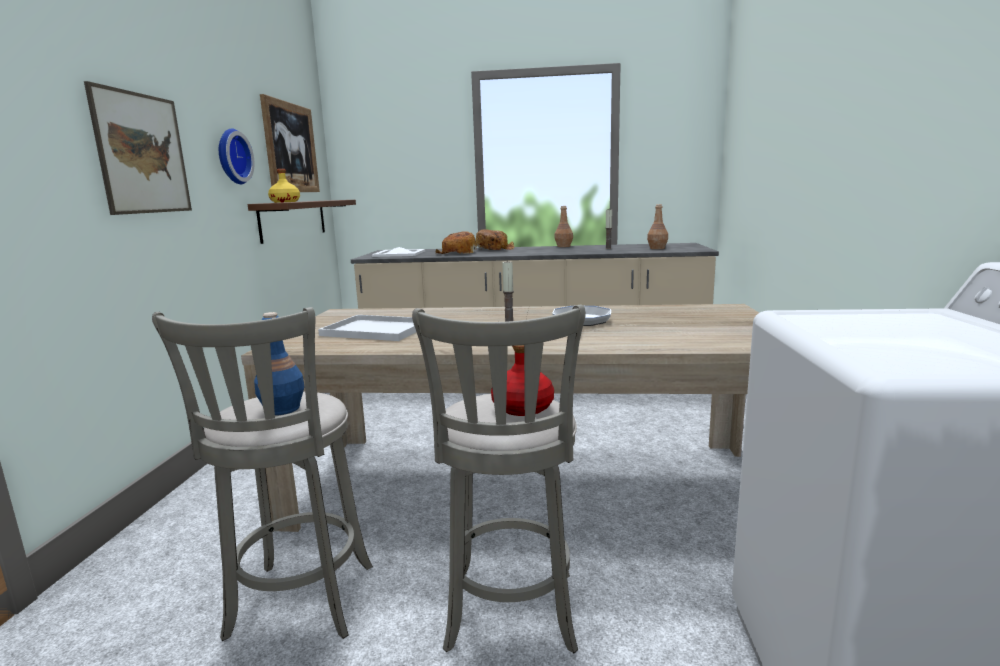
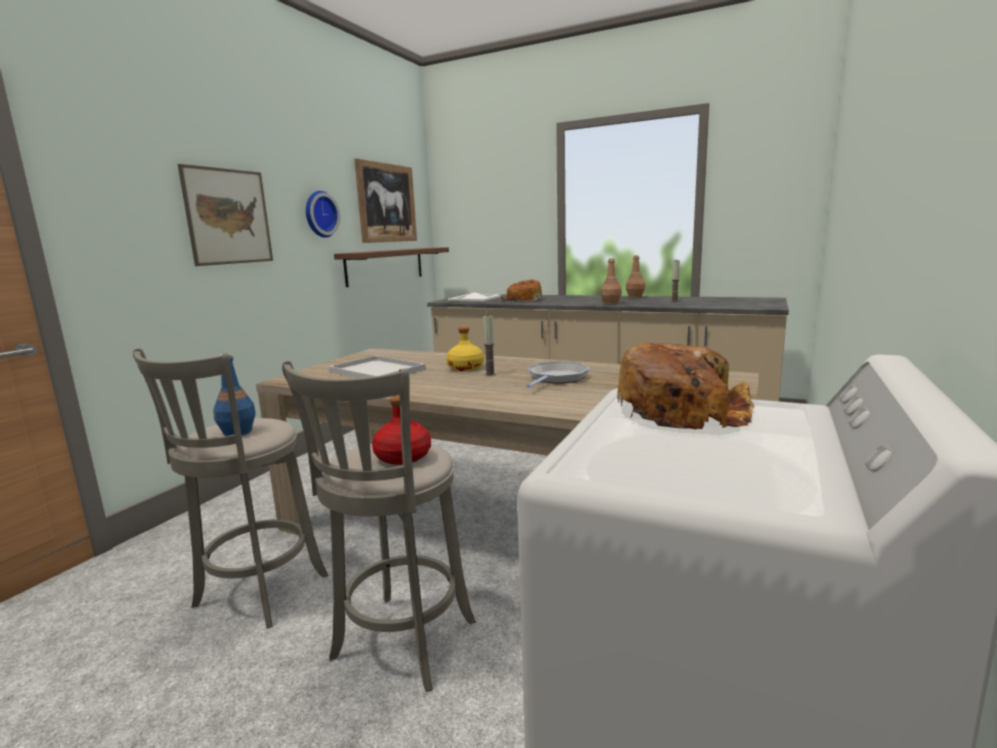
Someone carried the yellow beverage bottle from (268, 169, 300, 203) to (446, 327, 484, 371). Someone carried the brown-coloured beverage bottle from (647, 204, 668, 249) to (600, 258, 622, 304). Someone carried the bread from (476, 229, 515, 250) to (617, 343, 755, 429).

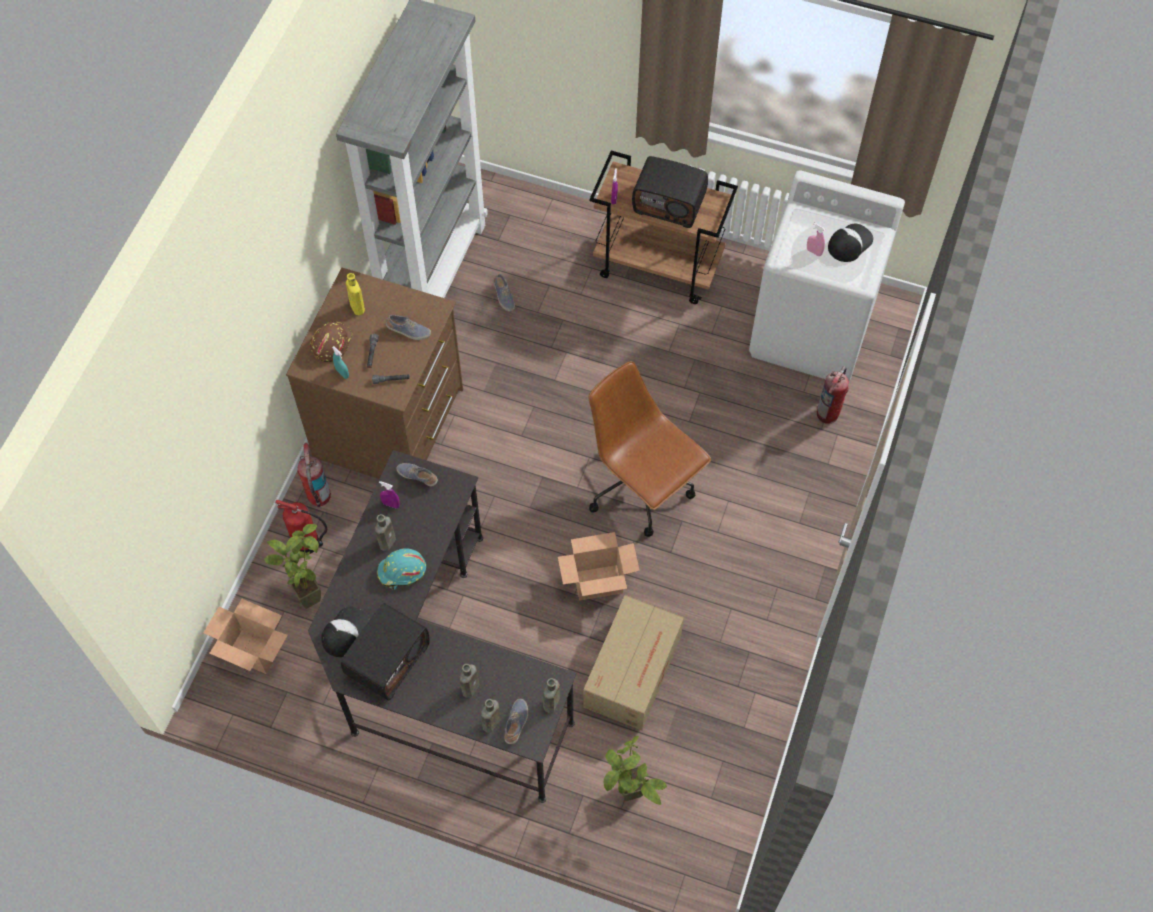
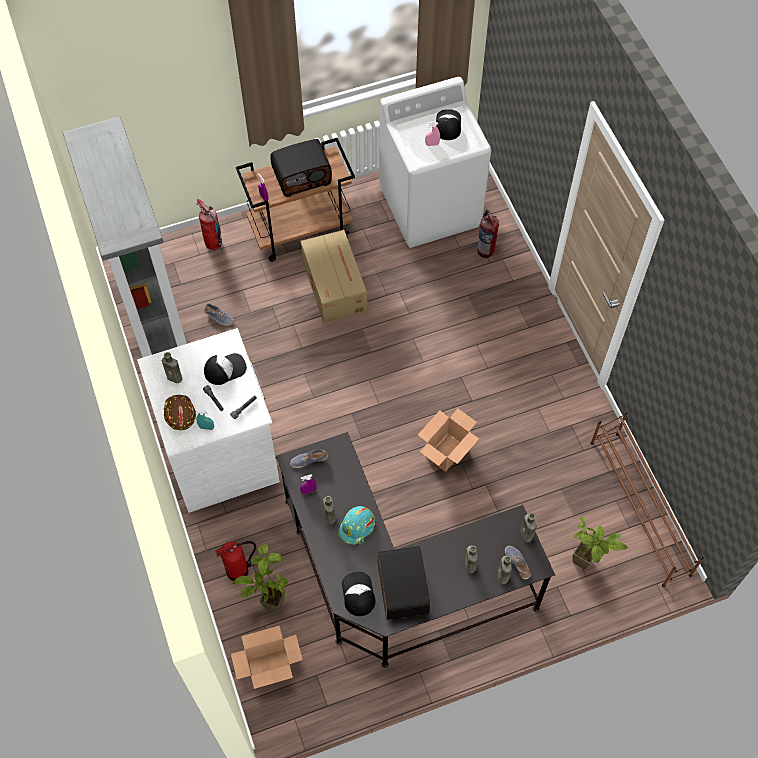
Someone repainted the brown-coloured dresser at (286, 268, 463, 479), which became the white dresser at (137, 328, 280, 513). Someone repainted the yellow beverage bottle at (346, 273, 365, 315), which became the brown-coloured beverage bottle at (162, 352, 182, 383). Someone swapped the shoe at (386, 314, 431, 340) for the peaked cap at (204, 353, 247, 385). Someone took away the brown-coloured computer chair at (589, 361, 711, 537). Someone carried the extinguisher from (297, 443, 331, 507) to (196, 199, 222, 250). Someone carried the packing box from (583, 595, 684, 731) to (301, 230, 367, 323). Someone put down the brown-coloured shoe rack at (591, 412, 704, 587).

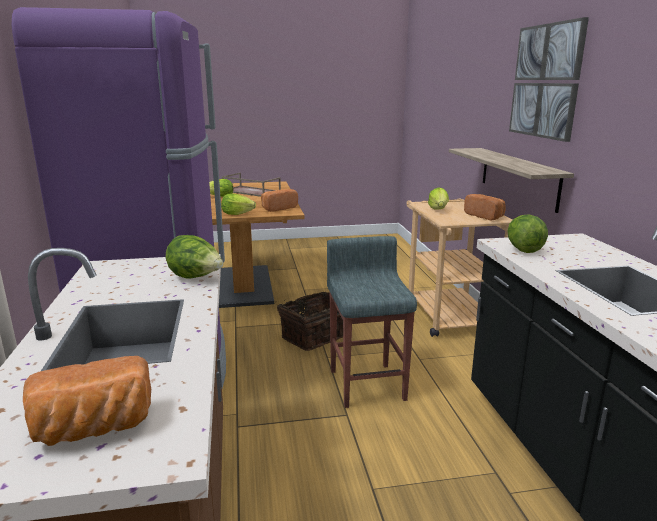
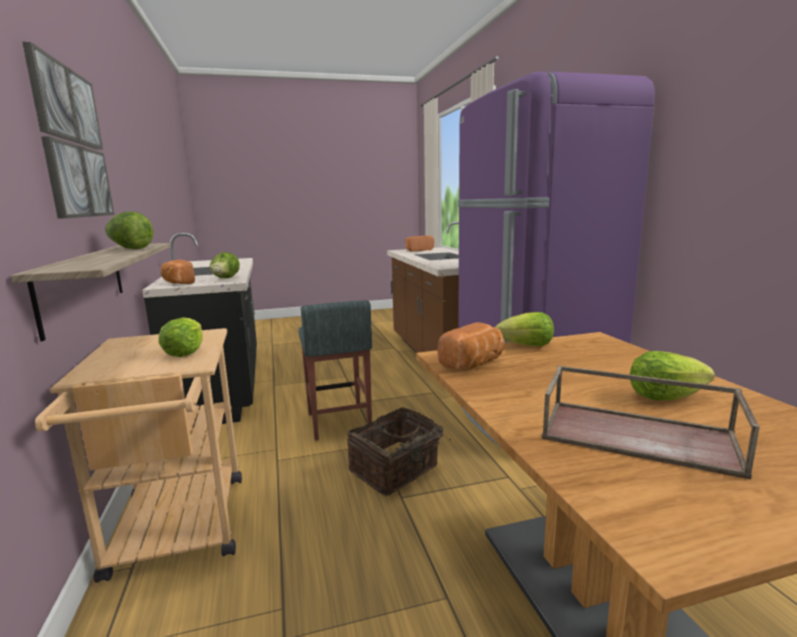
Someone carried the bread from (464, 194, 506, 221) to (161, 259, 195, 284). Someone carried the lettuce head from (166, 235, 223, 278) to (105, 211, 153, 249).

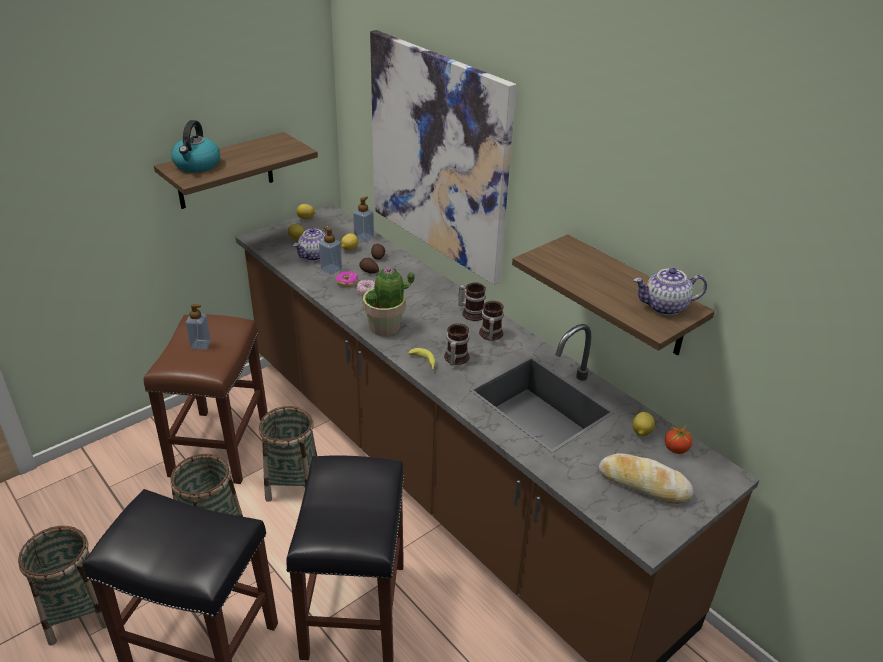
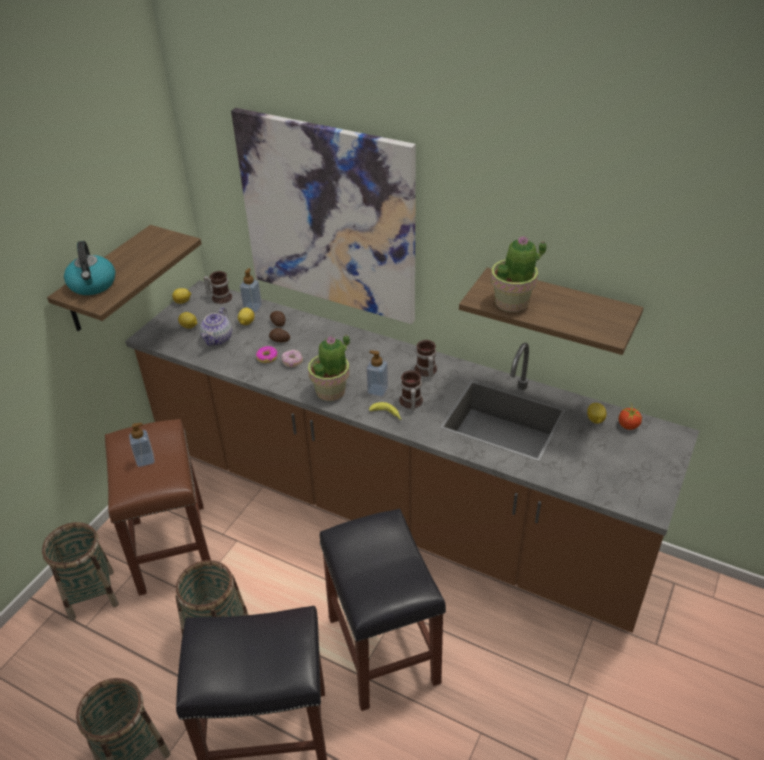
Someone carried the liquid soap bottle from (319, 227, 342, 275) to (366, 350, 388, 397). Someone took away the tea pot at (634, 268, 707, 316). Someone carried the coffee mug from (458, 282, 486, 321) to (203, 271, 232, 304). Someone carried the basket from (259, 406, 317, 502) to (42, 522, 119, 621). Someone took away the bread at (599, 453, 693, 504). Someone put down the potted plant at (491, 236, 546, 312).

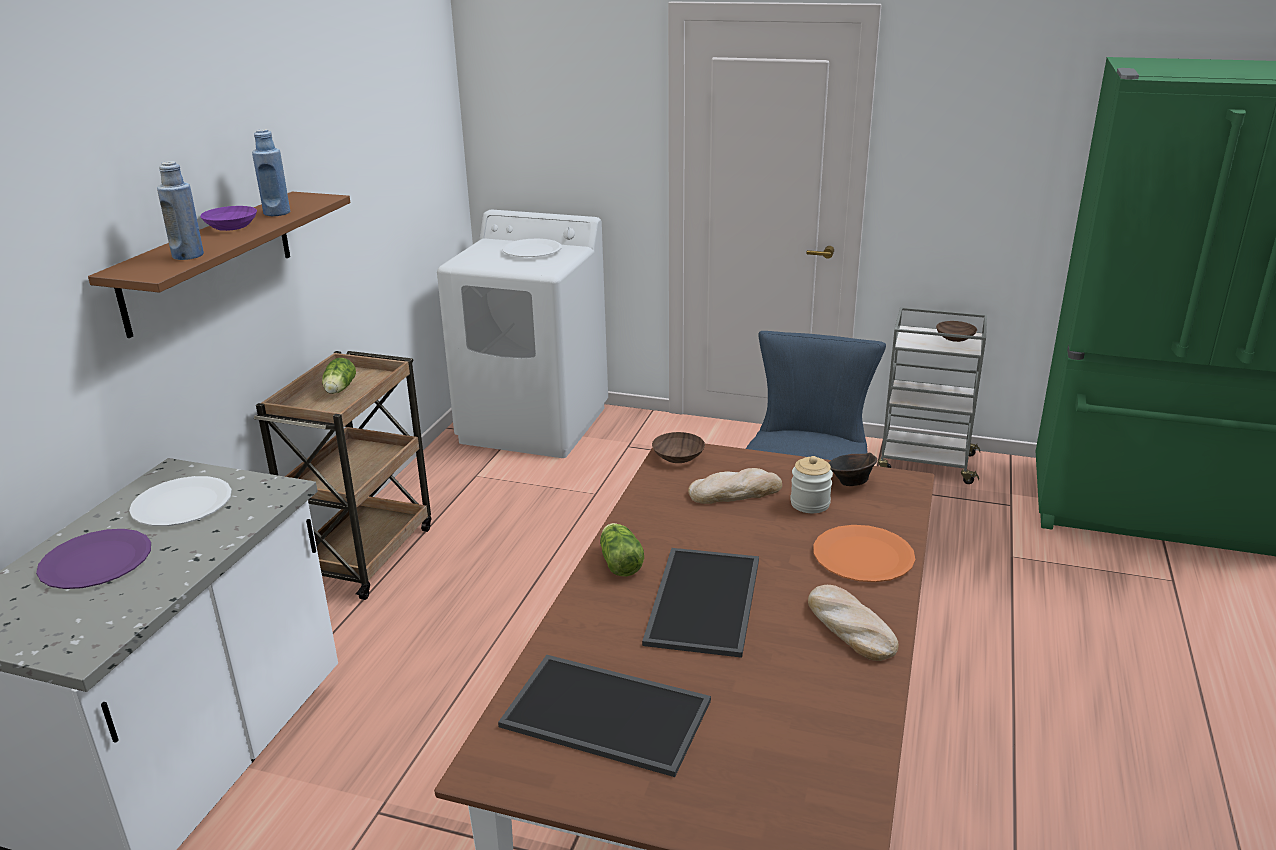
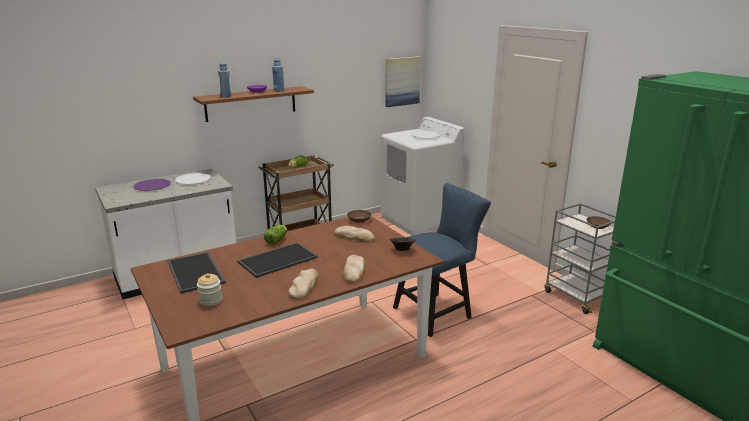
Someone carried the jar from (790, 456, 833, 513) to (197, 273, 222, 306). Someone swapped the orange flat dish at (813, 525, 915, 582) for the bread at (343, 255, 364, 283). Someone put up the wall picture at (385, 56, 421, 107).

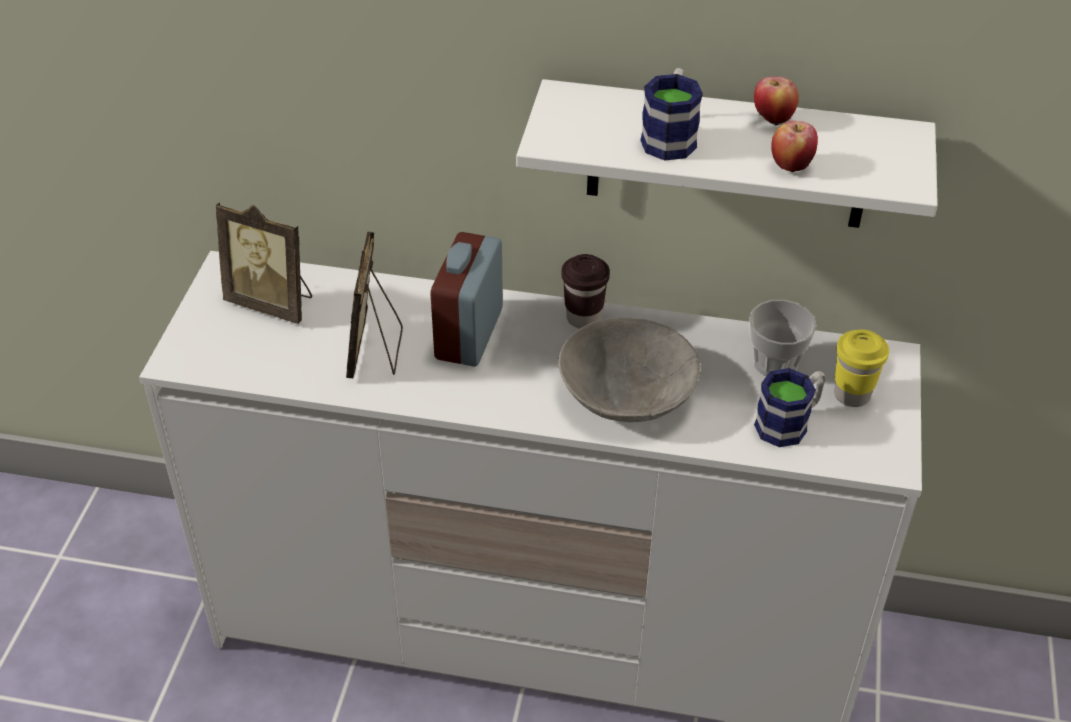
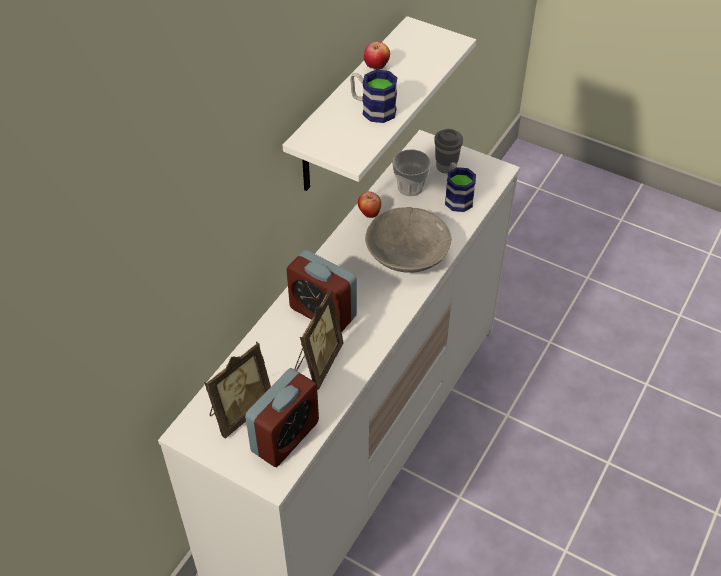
Someone carried the whole apple from (771, 121, 818, 172) to (358, 191, 381, 218). Someone rotated the photo frame at (346, 232, 403, 378) by 90 degrees counterclockwise. Someone took away the brown-coloured cup at (561, 254, 610, 328). Someone repainted the yellow cup at (834, 329, 889, 407), which became the grey cup at (434, 129, 463, 174). Someone put down the alarm clock at (245, 368, 319, 467).

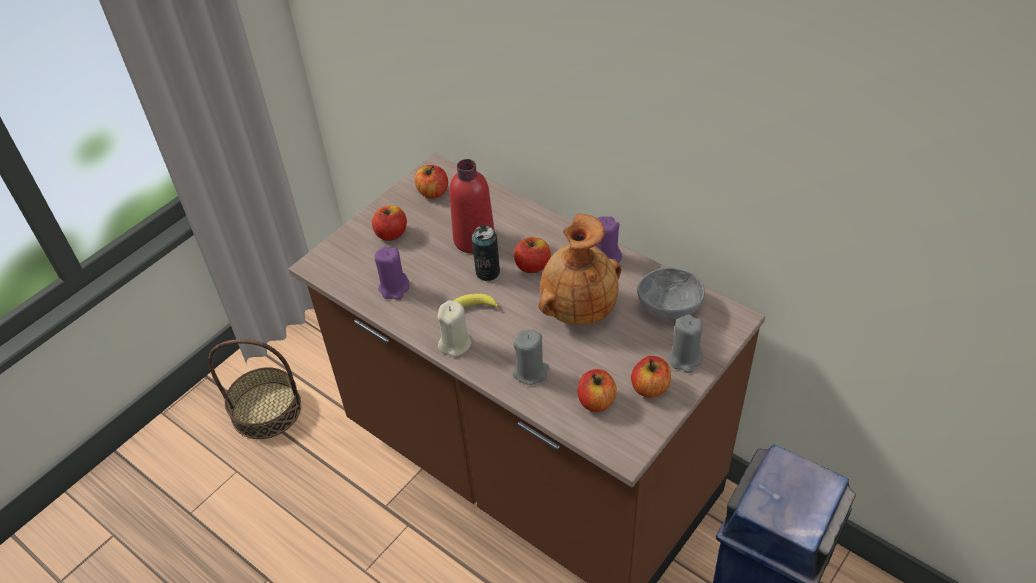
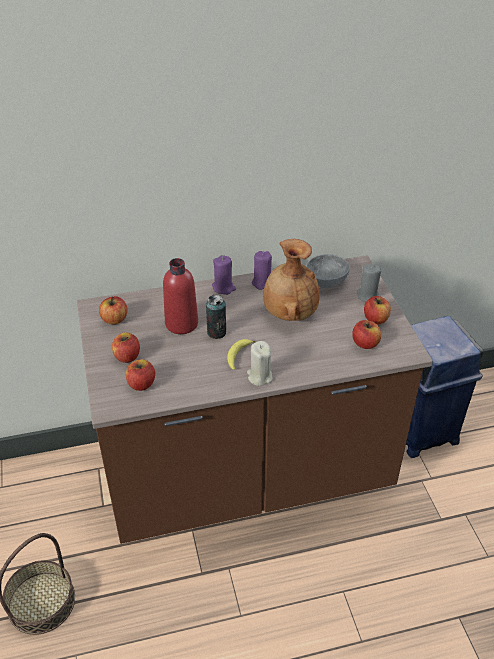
Someone carried the whole apple from (514, 237, 551, 273) to (126, 359, 155, 391). Someone carried the purple wax light from (375, 246, 410, 300) to (212, 255, 236, 295). Someone took away the grey wax light at (513, 329, 549, 385).

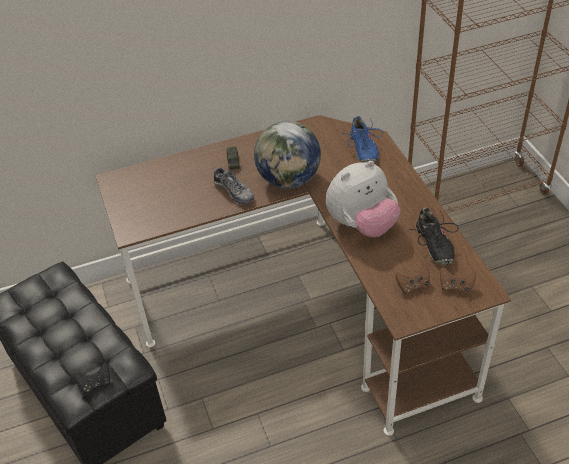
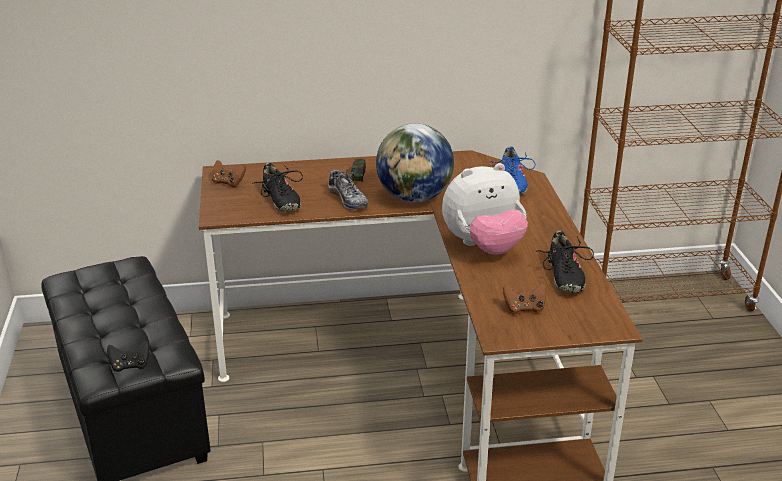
Someone carried the brown-coloured joypad from (440, 267, 476, 294) to (212, 160, 246, 187). Someone put down the blackish shoe at (252, 163, 303, 212).

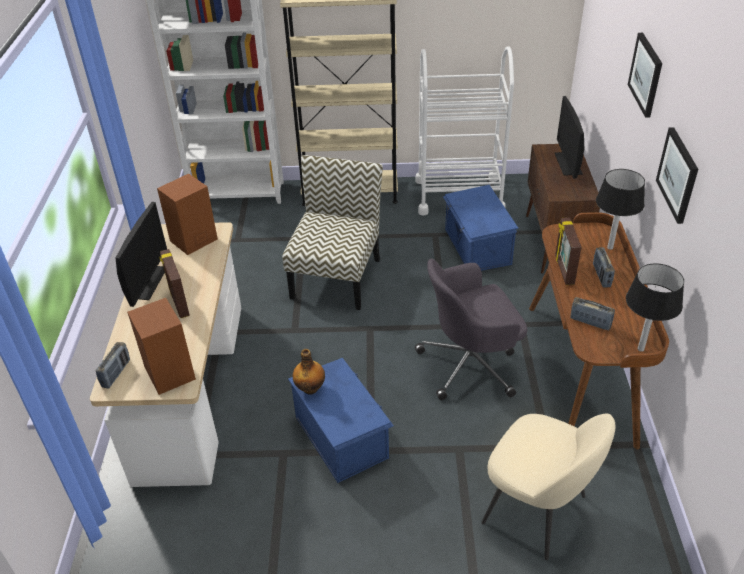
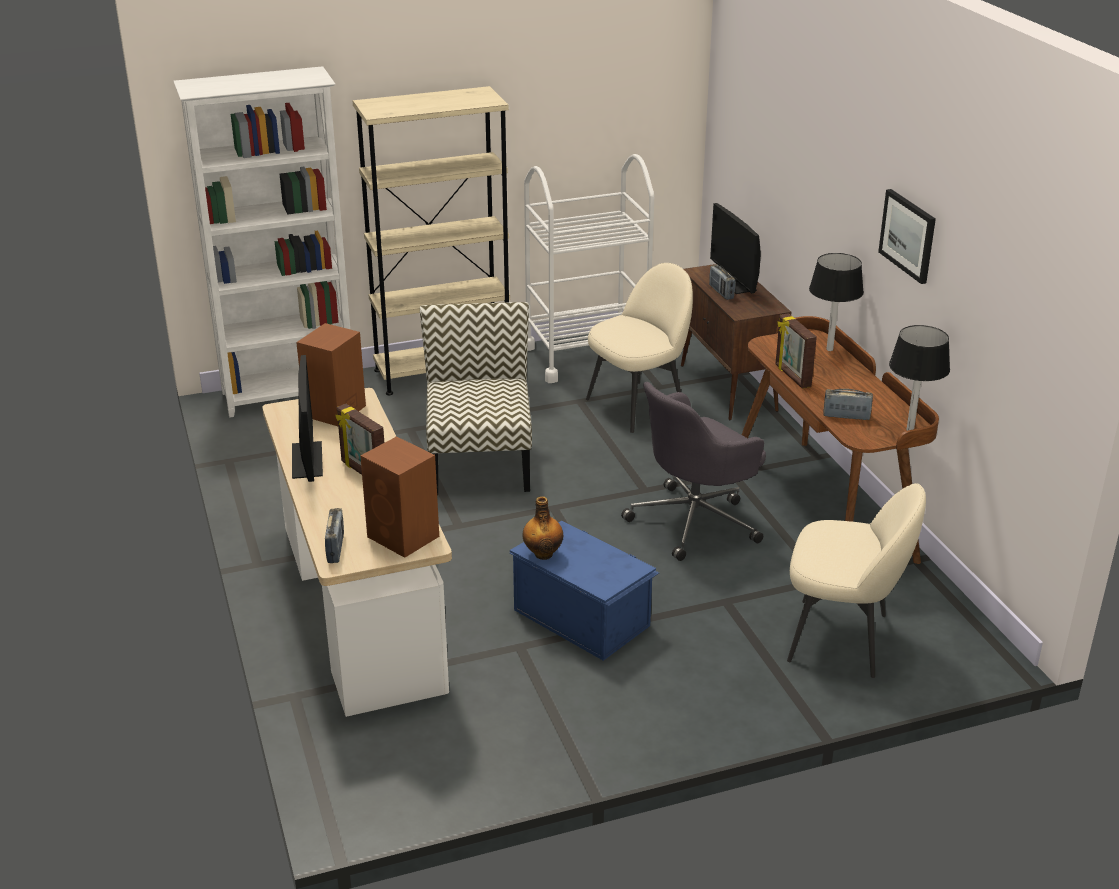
Someone took away the wall picture at (628, 33, 662, 118). Someone swapped the blue-coloured storage box at (443, 185, 518, 271) for the beige-coloured upright chair at (586, 263, 693, 433). Someone carried the radio set from (593, 247, 615, 288) to (709, 264, 735, 300).

